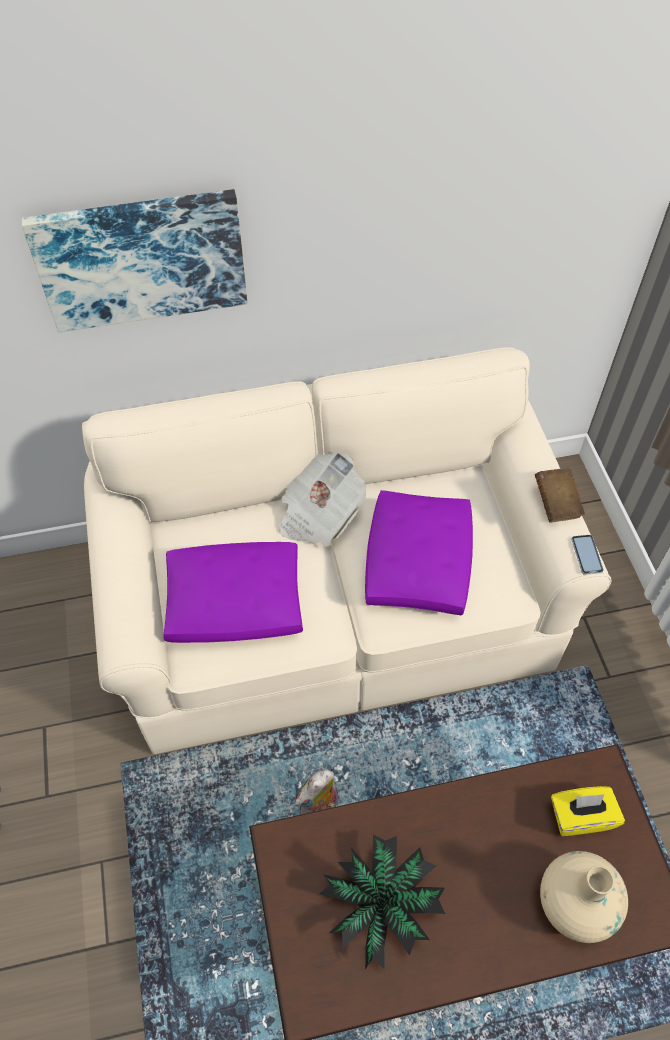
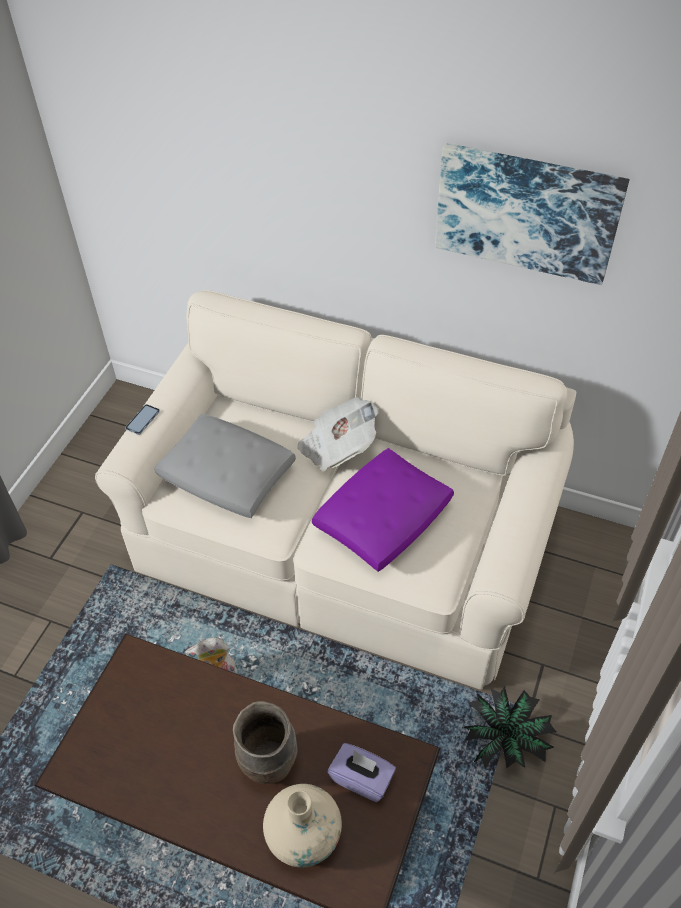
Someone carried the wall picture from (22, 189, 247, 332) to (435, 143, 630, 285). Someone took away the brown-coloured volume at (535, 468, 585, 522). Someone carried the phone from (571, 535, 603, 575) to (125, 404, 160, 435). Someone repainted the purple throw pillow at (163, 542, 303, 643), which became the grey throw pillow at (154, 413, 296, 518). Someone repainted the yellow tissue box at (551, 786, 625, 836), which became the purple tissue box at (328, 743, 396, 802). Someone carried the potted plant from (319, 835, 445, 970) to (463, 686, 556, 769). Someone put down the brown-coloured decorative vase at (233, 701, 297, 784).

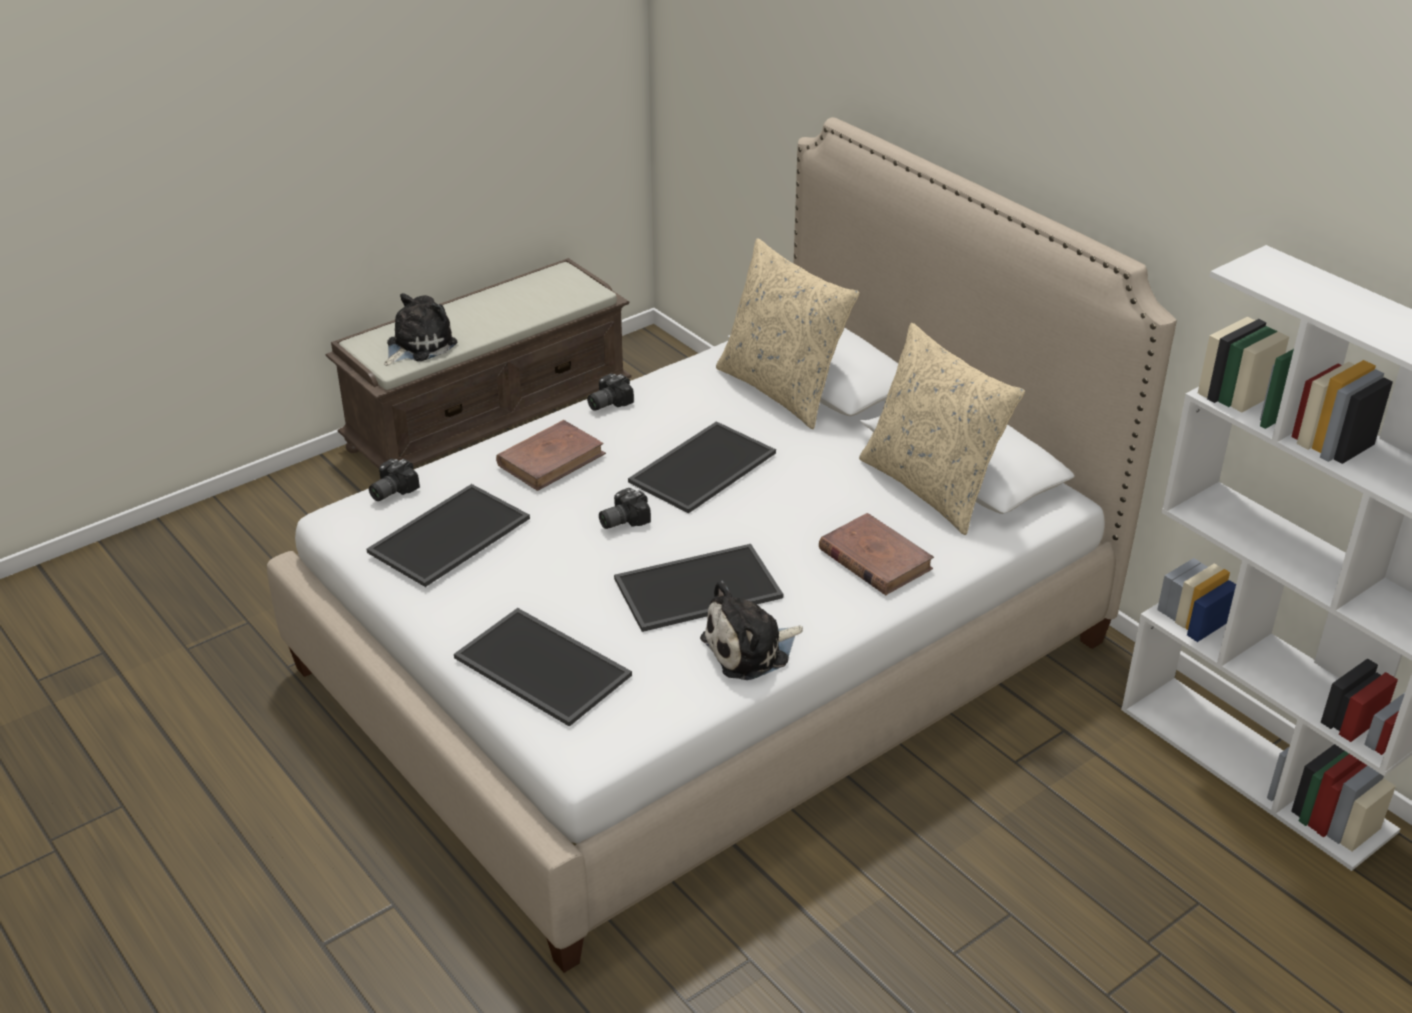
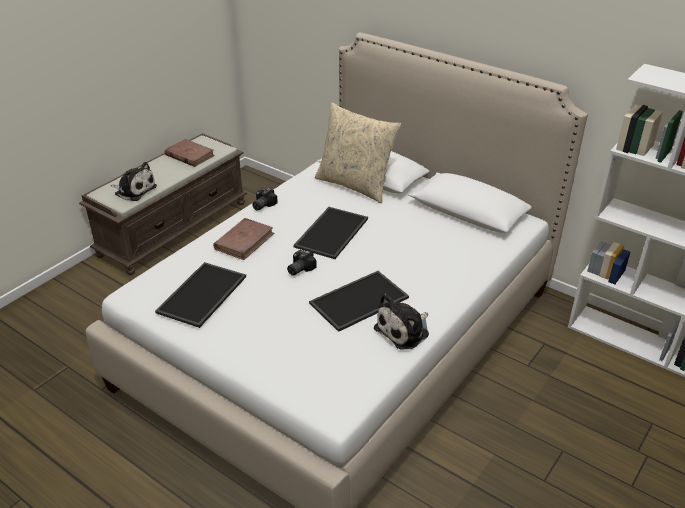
Someone rotated the soft toy at (384, 293, 457, 366) by 90 degrees clockwise. Someone took away the beige-coloured throw pillow at (859, 323, 1025, 535). Someone took away the photo camera at (369, 459, 420, 501). Someone carried the brown-coloured volume from (819, 513, 934, 595) to (165, 139, 215, 167). Someone took away the tray at (454, 608, 632, 726).

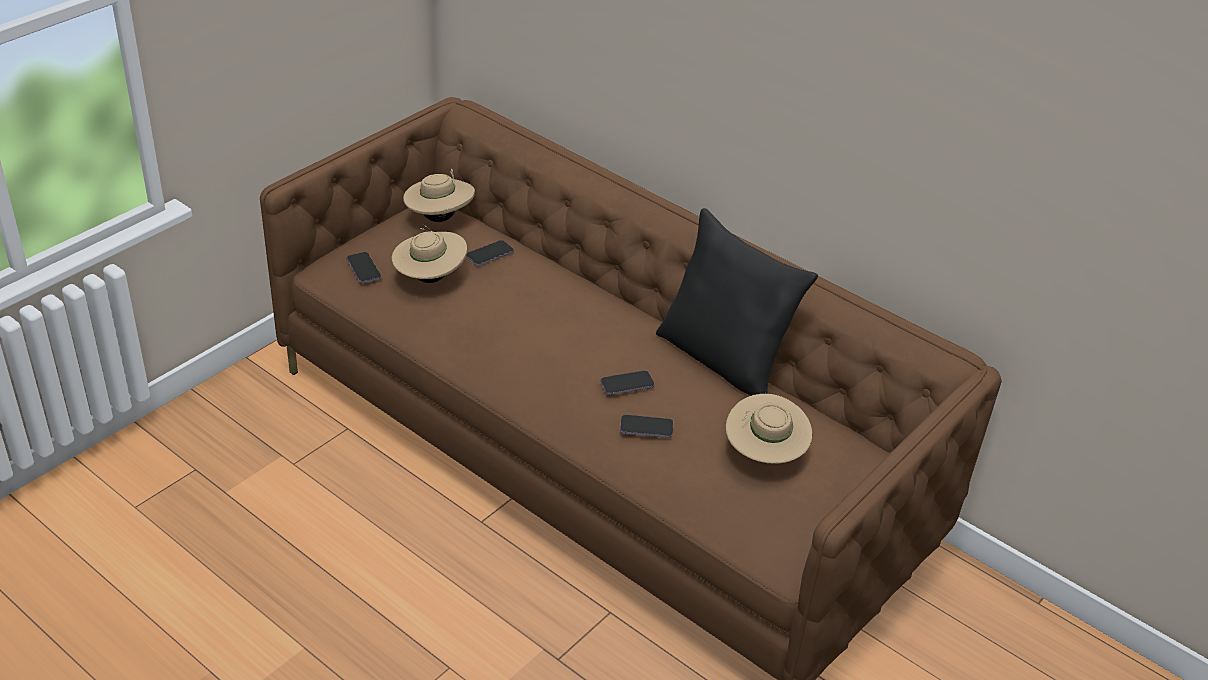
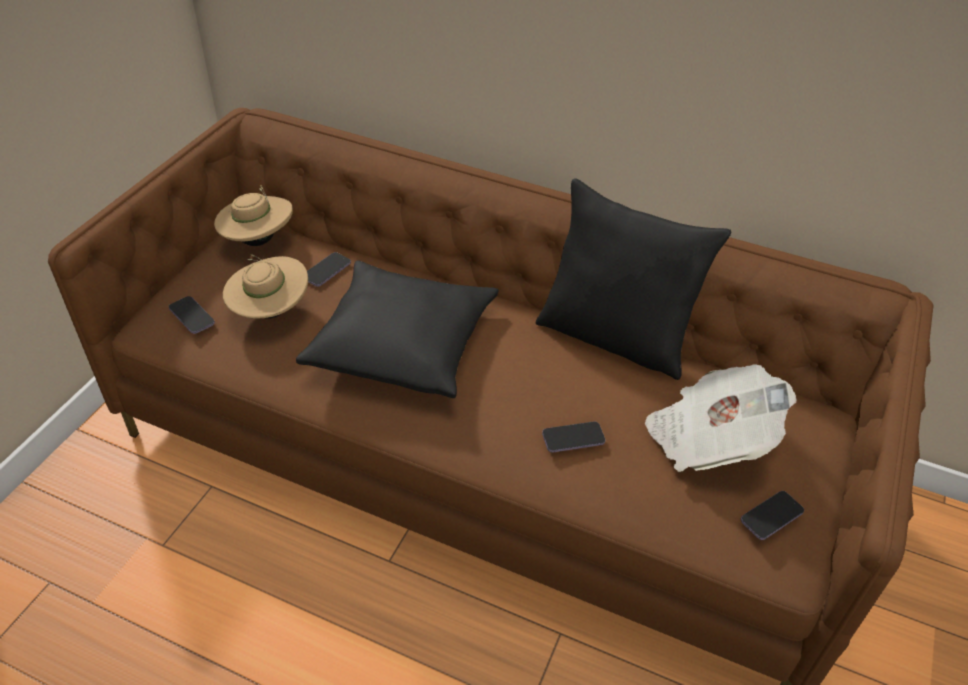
Someone carried the phone from (601, 370, 654, 395) to (741, 491, 804, 540). Someone swapped the beige-coloured hat at (726, 394, 812, 464) for the newspaper at (645, 364, 797, 472). Someone put down the blackish throw pillow at (296, 260, 498, 398).

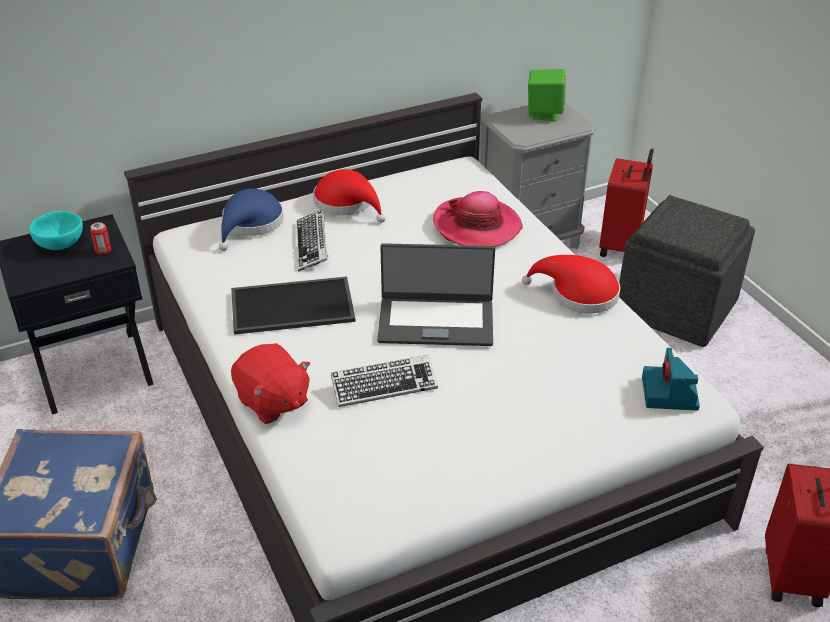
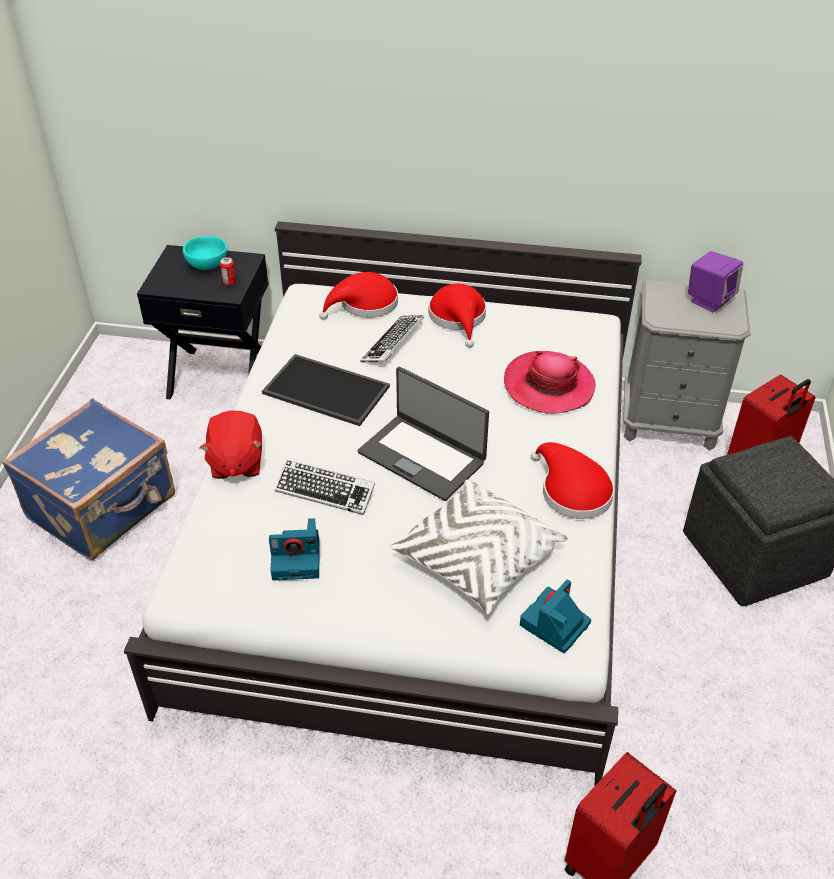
Someone repainted the green-coloured speaker at (528, 69, 566, 121), which became the purple speaker at (688, 251, 743, 313). Someone repainted the blue-coloured hat at (219, 189, 284, 251), which became the reddish hat at (319, 272, 398, 320). Someone put down the white throw pillow at (390, 480, 568, 614). Someone put down the photo camera at (269, 518, 319, 581).

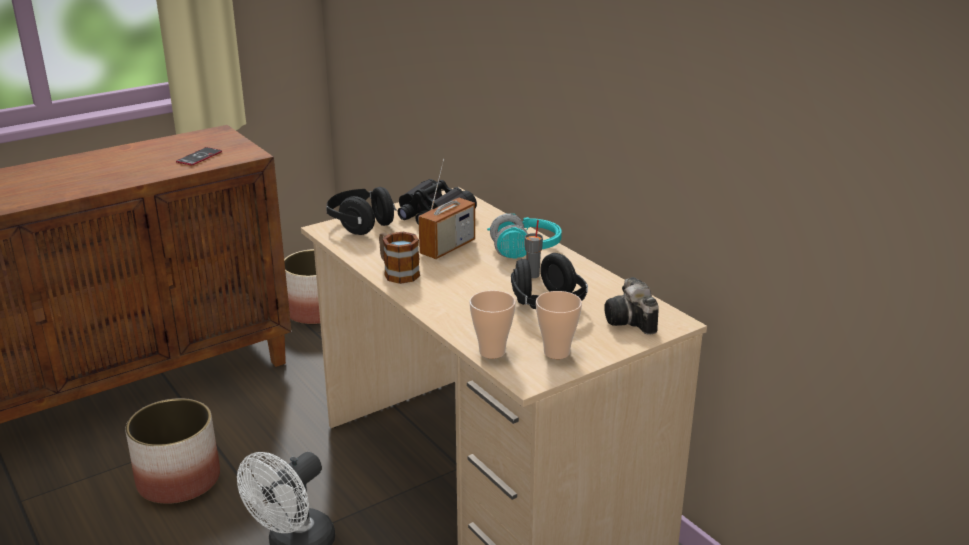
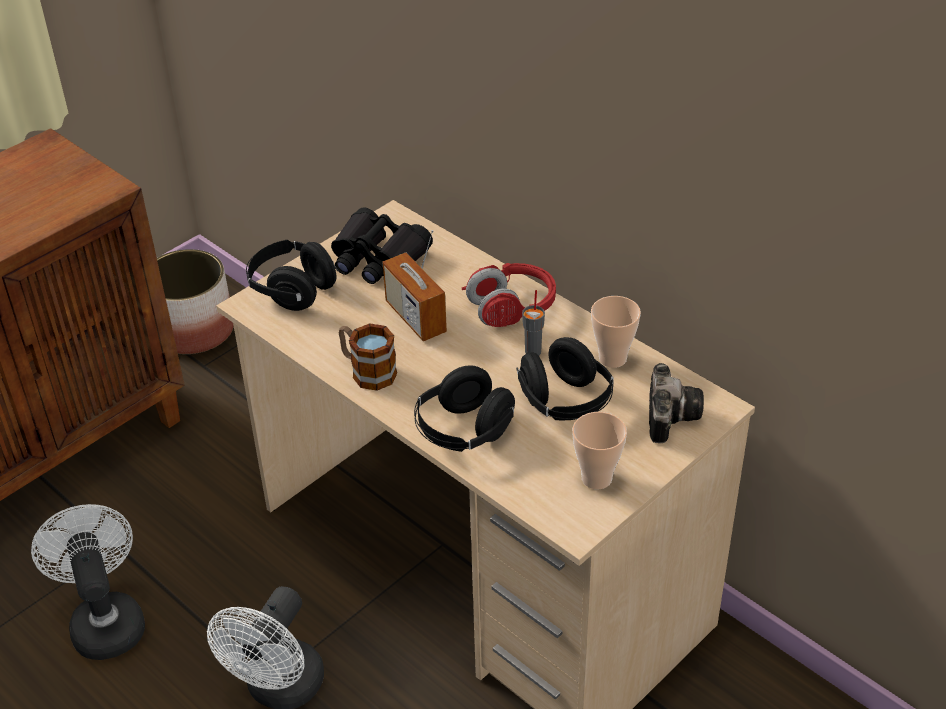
Someone took away the phone at (176, 147, 222, 166). Someone rotated the radio set at (418, 159, 475, 259) by 120 degrees clockwise. Someone repainted the blue-green pair of headphones at (487, 213, 562, 259), which became the reddish pair of headphones at (462, 263, 556, 327). Someone rotated the photo camera at (604, 277, 659, 335) by 150 degrees counterclockwise. Someone carried the cup from (469, 290, 516, 359) to (591, 296, 641, 368). Someone swapped the plant pot at (125, 398, 220, 504) for the white cooling fan at (31, 504, 145, 660). Someone put down the blackish pair of headphones at (414, 365, 515, 452).

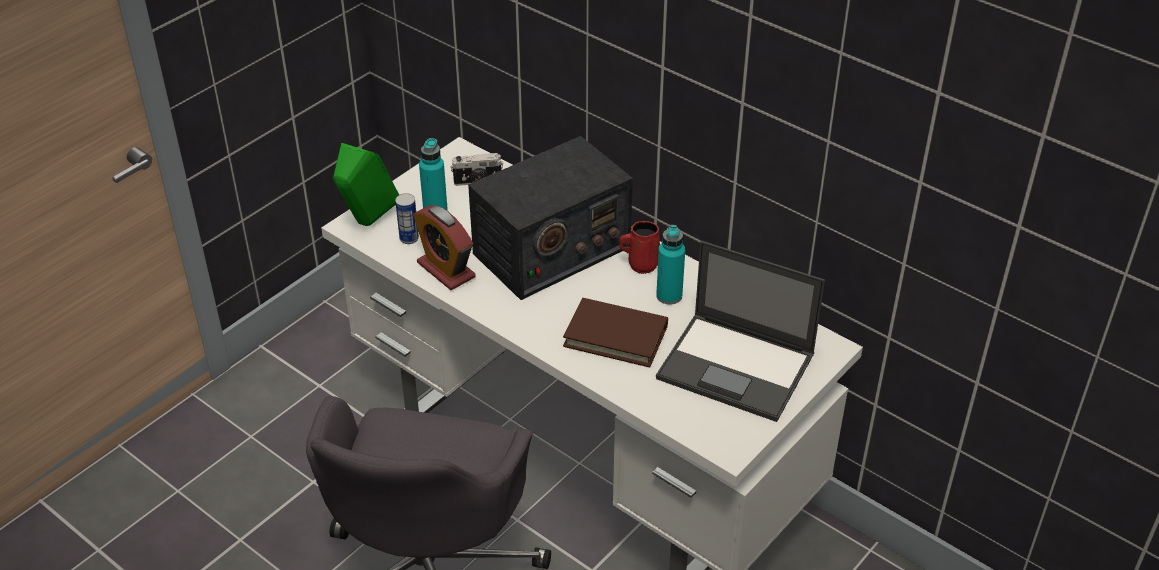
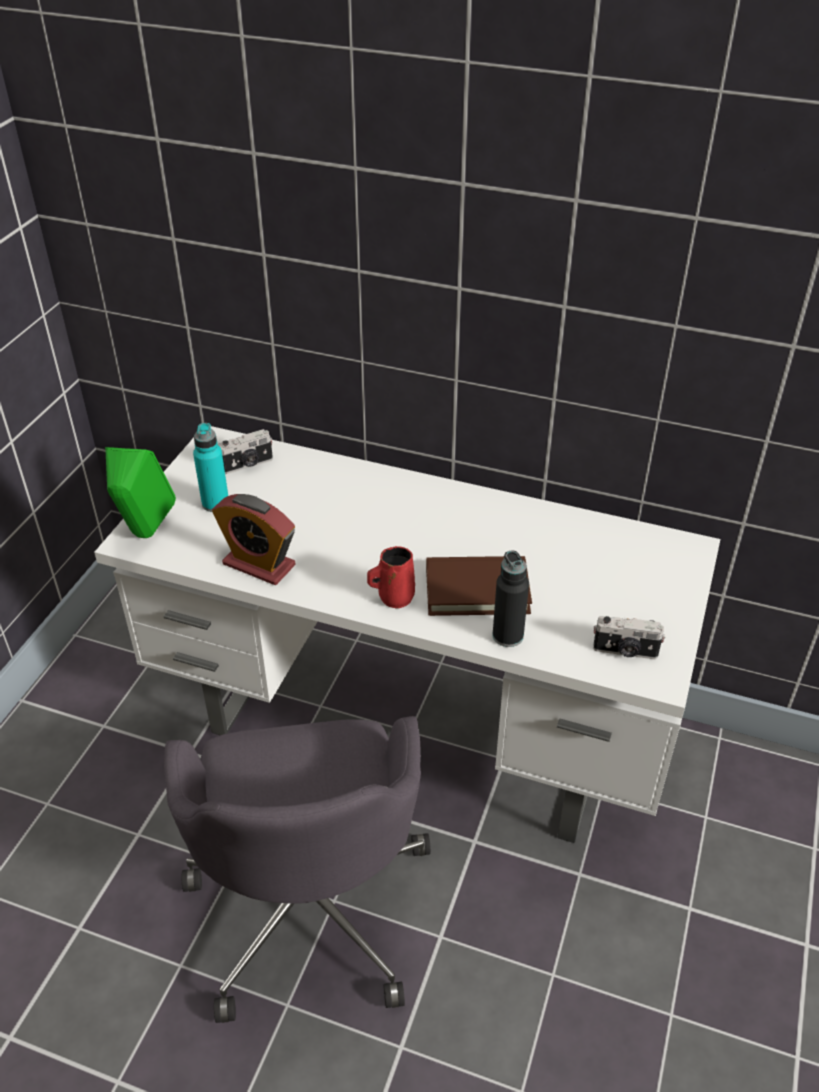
Someone took away the radio set at (468, 136, 633, 300). Someone took away the can at (395, 193, 419, 244). Someone carried the reddish coffee mug from (619, 221, 660, 274) to (367, 546, 415, 609). Someone took away the blue-green beverage bottle at (656, 225, 685, 305). Someone took away the portable computer at (656, 241, 825, 422). Someone put down the blackish beverage bottle at (492, 550, 529, 647). Someone put down the photo camera at (593, 616, 665, 659).

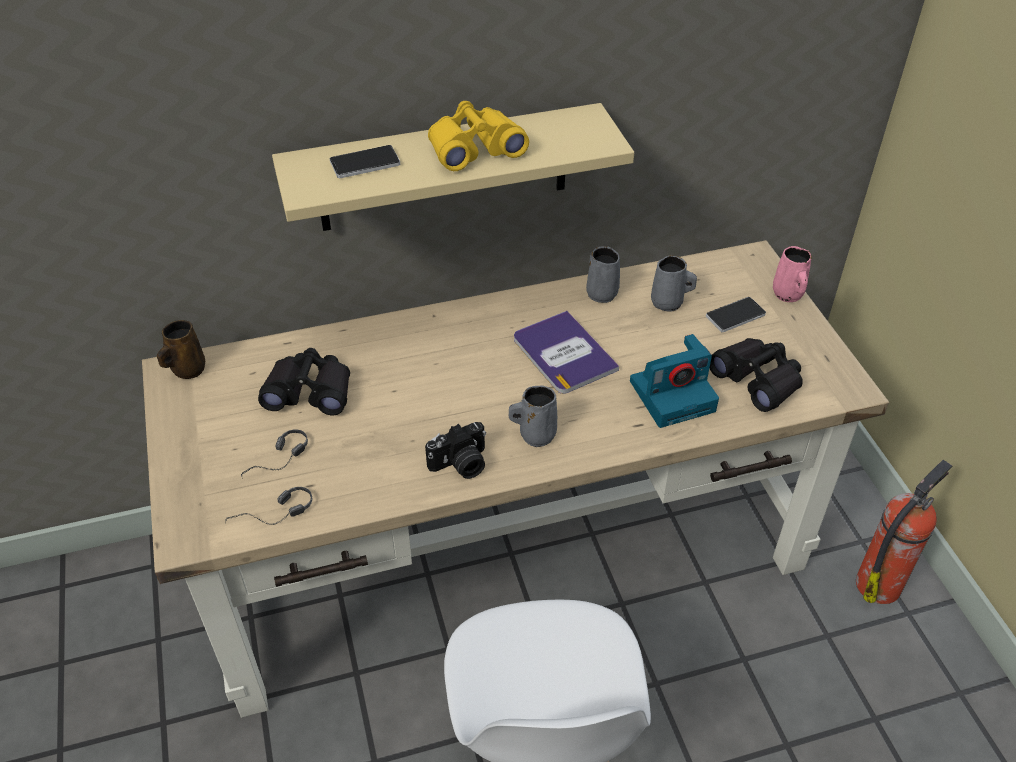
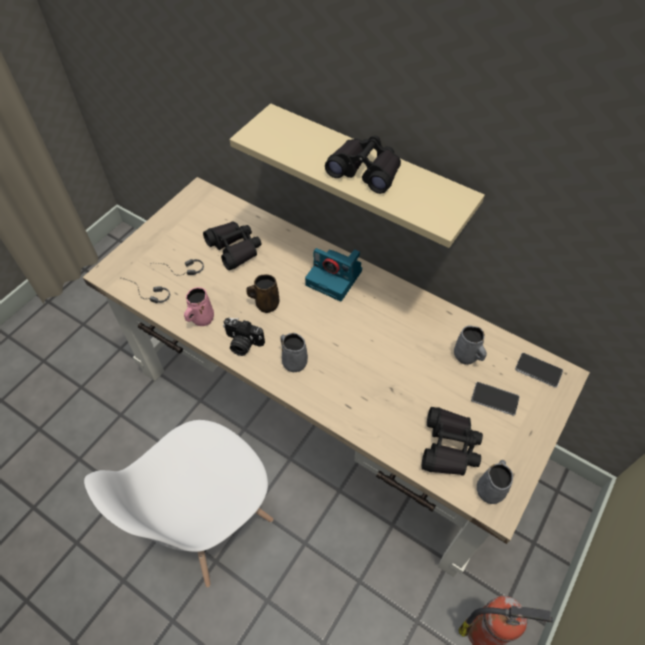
Someone repainted the yellow binoculars at (428, 101, 529, 171), which became the blackish binoculars at (325, 135, 401, 194). Someone carried the phone from (329, 145, 400, 178) to (515, 353, 563, 388). Someone carried the grey coffee mug from (586, 246, 620, 303) to (477, 460, 513, 504). Someone carried the pinkish coffee mug from (773, 246, 812, 302) to (184, 287, 214, 326). Someone took away the volume at (514, 311, 619, 394). Someone carried the brown-coloured coffee mug from (157, 320, 205, 379) to (246, 274, 279, 313). Someone carried the photo camera from (630, 334, 719, 428) to (305, 248, 362, 301).

